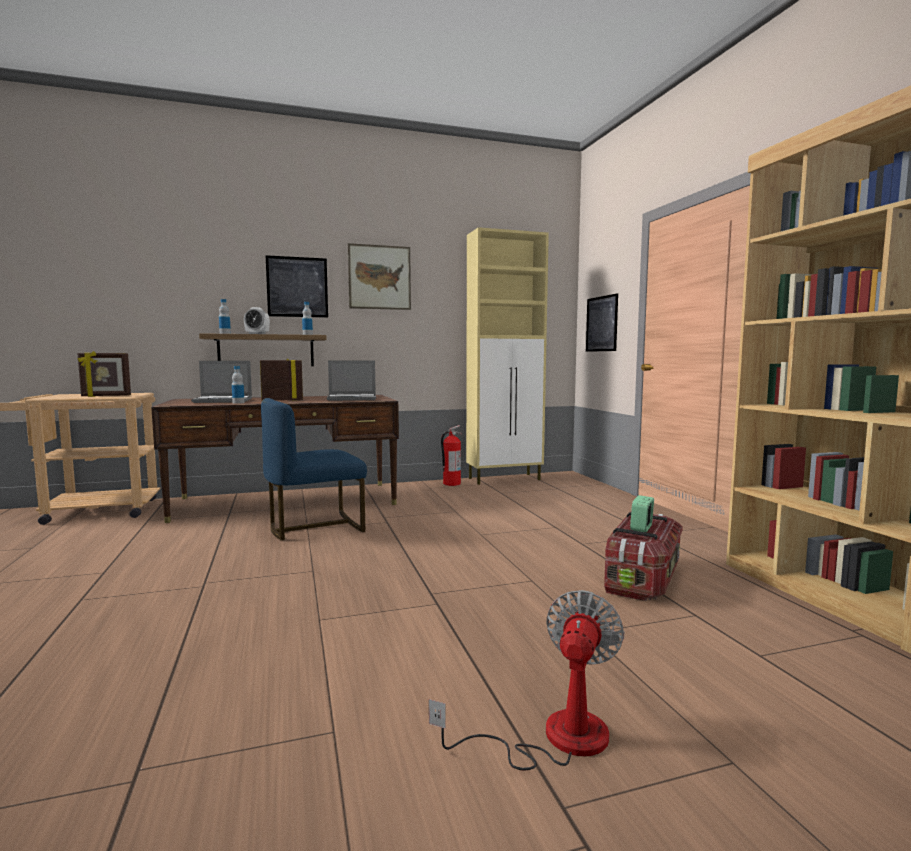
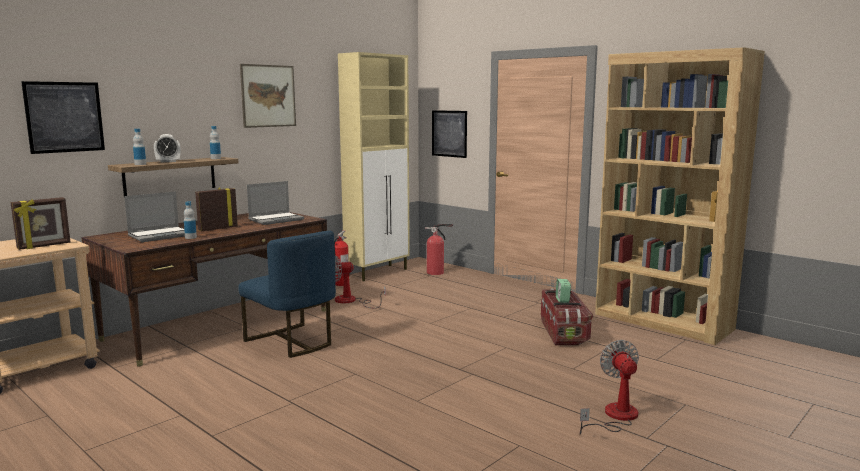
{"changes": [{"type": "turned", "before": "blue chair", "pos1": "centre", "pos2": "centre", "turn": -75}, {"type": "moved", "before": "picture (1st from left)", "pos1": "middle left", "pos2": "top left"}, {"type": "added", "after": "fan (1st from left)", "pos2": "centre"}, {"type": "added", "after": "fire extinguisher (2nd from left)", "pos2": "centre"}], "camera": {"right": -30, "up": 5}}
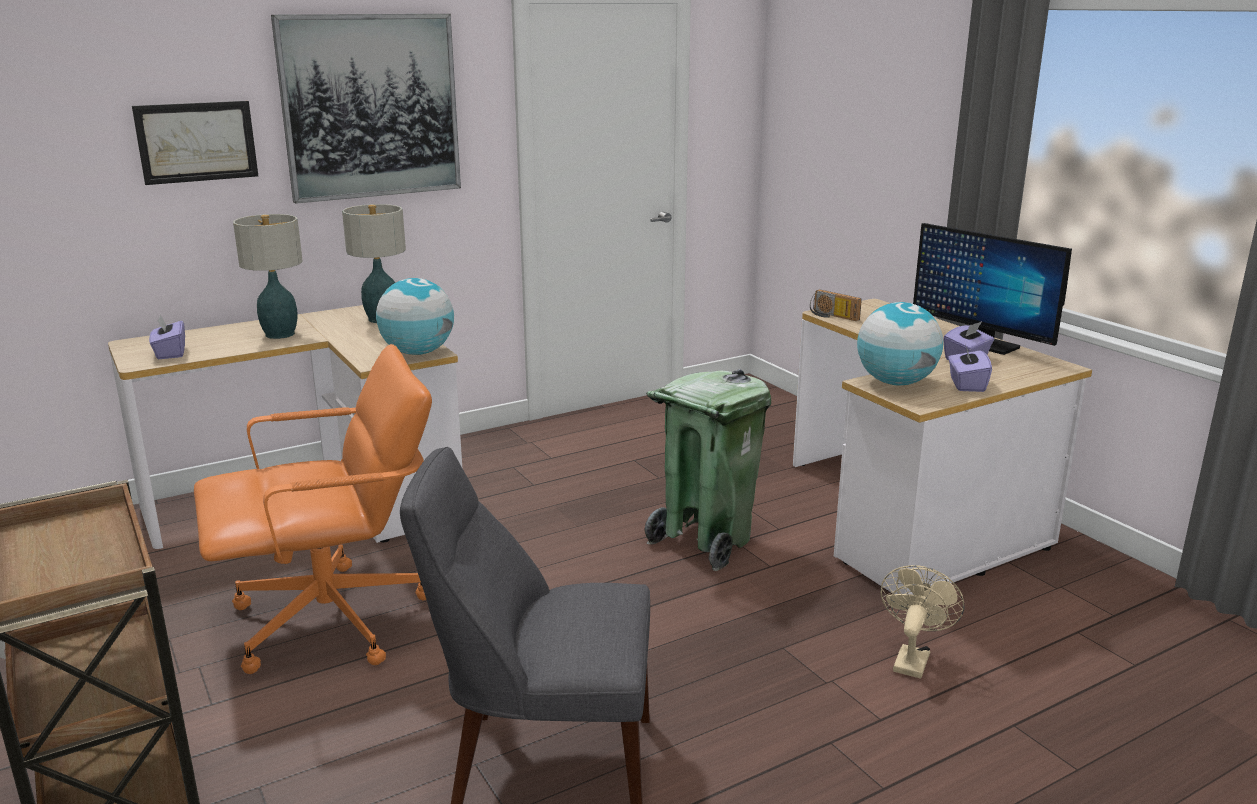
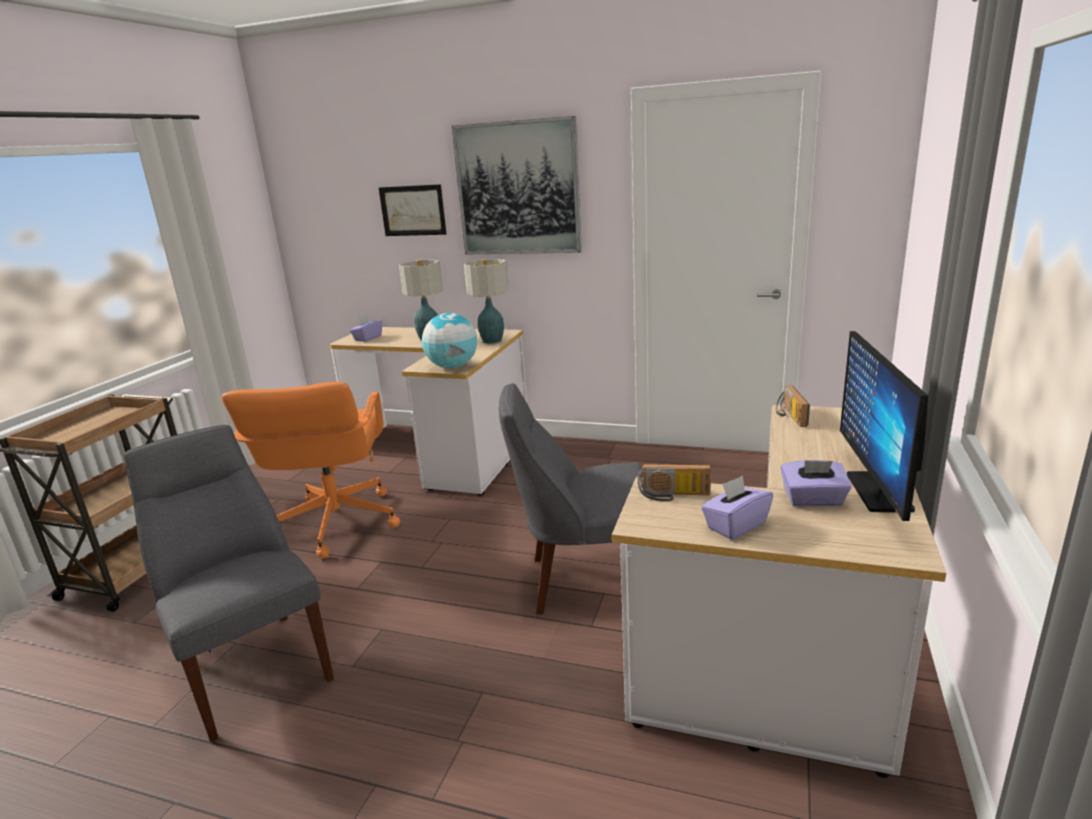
{"changes": [{"type": "turned", "before": "orange office chair", "pos1": "middle left", "pos2": "middle left", "turn": 60}, {"type": "replaced", "before": "green trash can", "after": "grey chair (2nd from left)", "pos1": "centre", "pos2": "centre"}, {"type": "replaced", "before": "globe (2nd from left)", "after": "radio (1st from left)", "pos1": "middle right", "pos2": "centre"}, {"type": "removed", "before": "beige fan", "pos1": "bottom right"}], "camera": {"right": 50, "up": 0}}
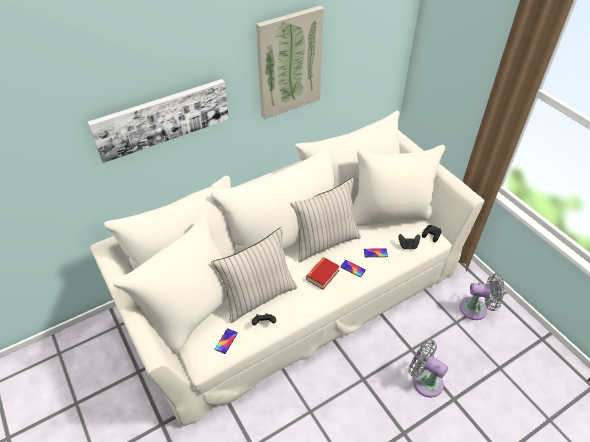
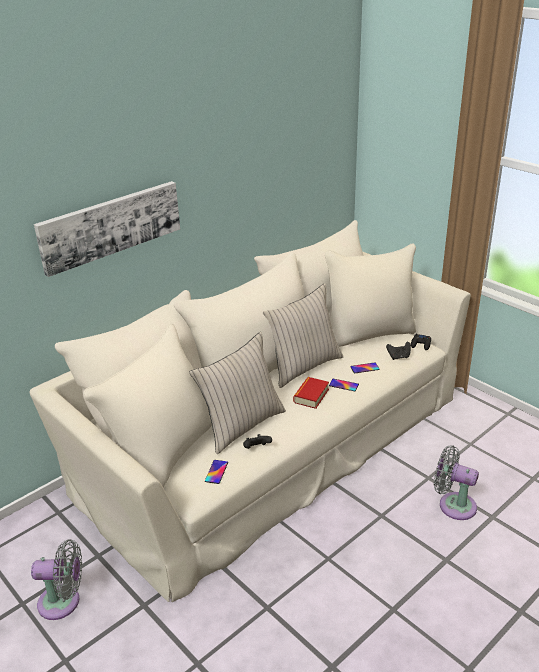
{"changes": [{"type": "removed", "before": "picture (2nd from left)", "pos1": "top centre"}, {"type": "moved", "before": "grey fan (2nd from left in the first image)", "after": "grey fan (1st from left)", "pos1": "bottom right", "pos2": "bottom left"}], "camera": {"right": -10, "up": -15}}
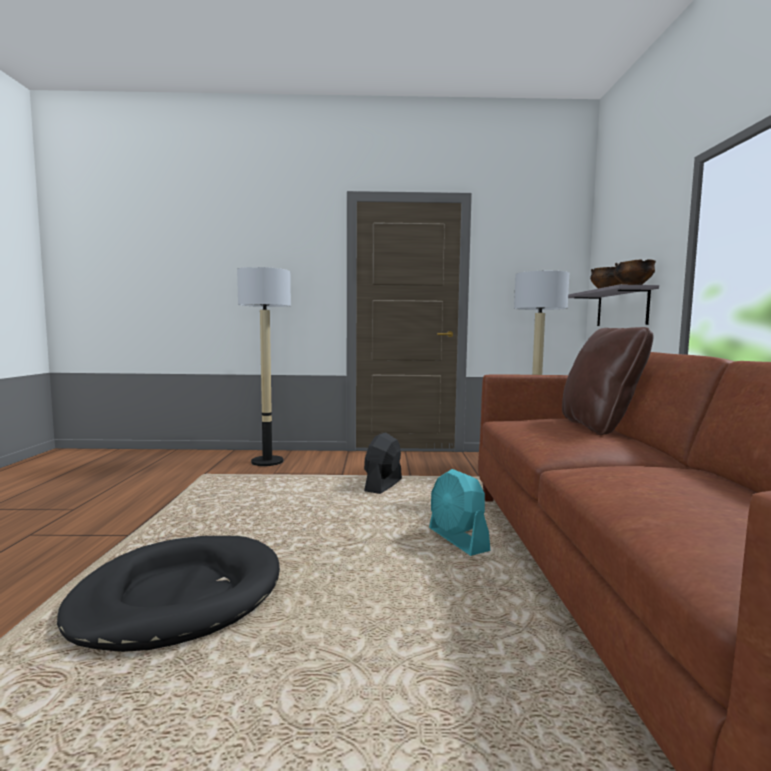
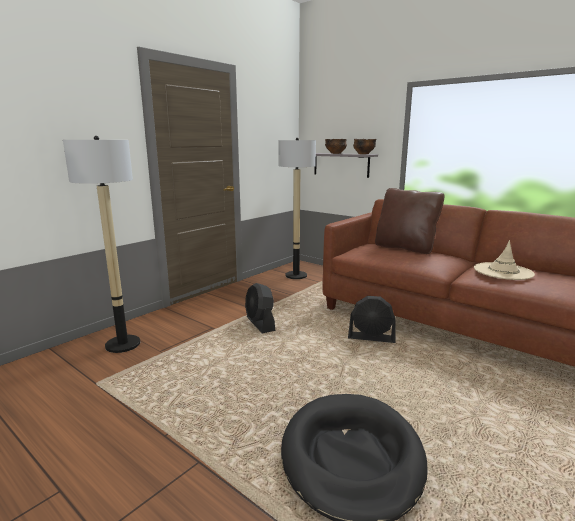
{"changes": [{"type": "recoloured", "before": "turquoise fan", "after": "black fan (2nd from left)", "pos1": "centre", "pos2": "centre"}, {"type": "added", "after": "beige hat", "pos2": "middle right"}], "camera": {"right": -50, "up": 10}}
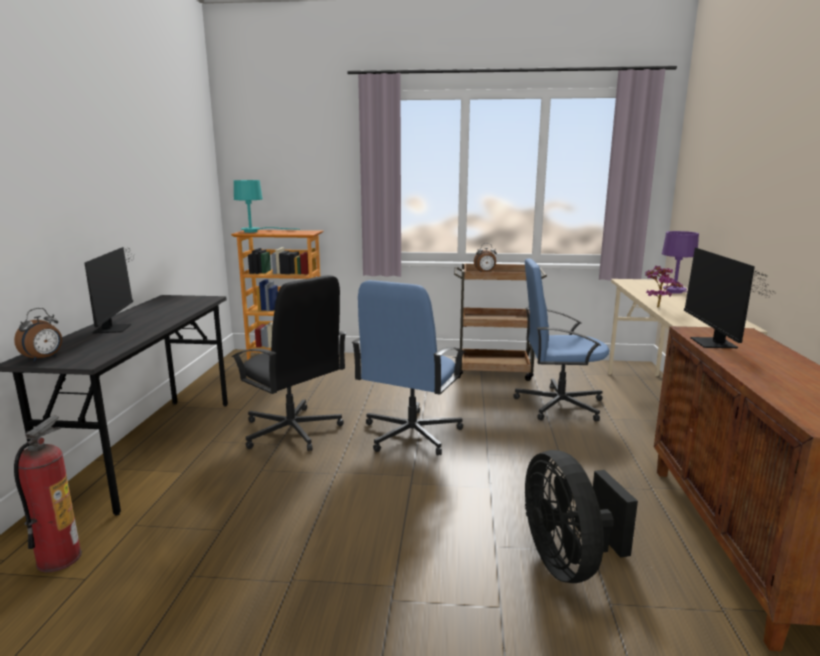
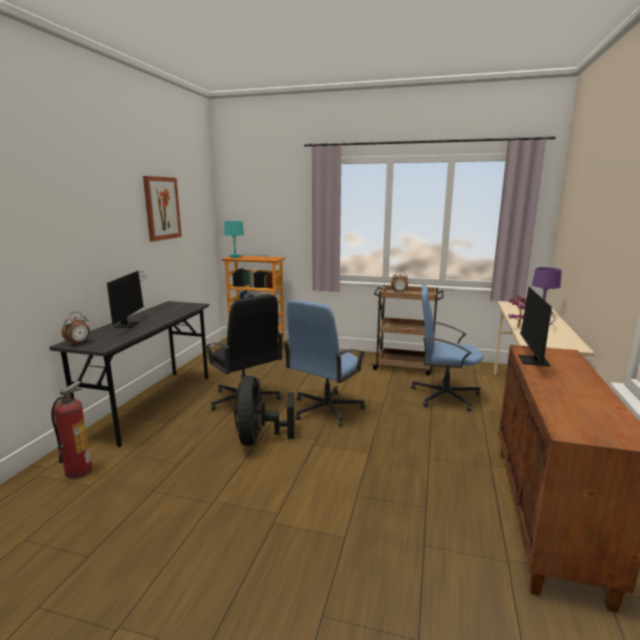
{"changes": [{"type": "moved", "before": "black fan", "pos1": "bottom right", "pos2": "centre"}, {"type": "added", "after": "picture", "pos2": "top left"}], "camera": {"right": 10, "up": 0}}
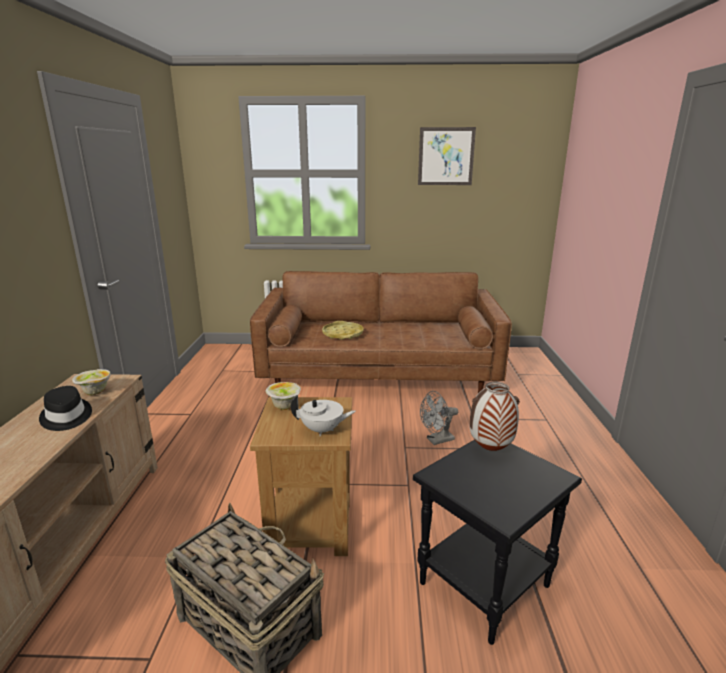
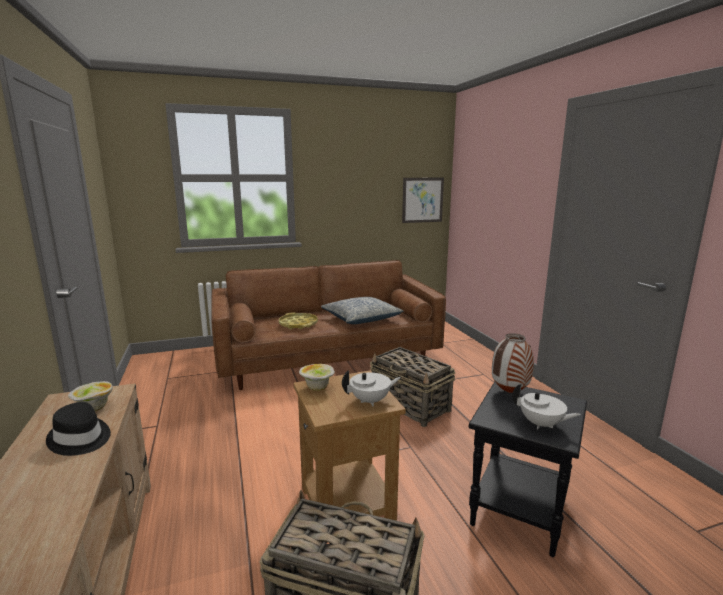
{"changes": [{"type": "moved", "before": "picture", "pos1": "top centre", "pos2": "centre"}, {"type": "replaced", "before": "grey fan", "after": "basket (2nd from left)", "pos1": "centre", "pos2": "centre"}, {"type": "added", "after": "pillow", "pos2": "centre"}, {"type": "added", "after": "white teapot (2nd from left)", "pos2": "bottom right"}], "camera": {"right": -20, "up": -5}}
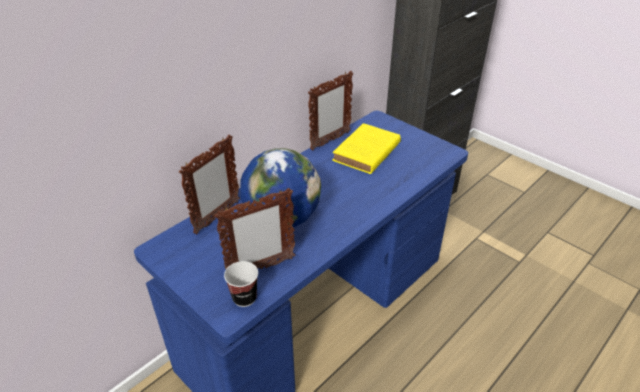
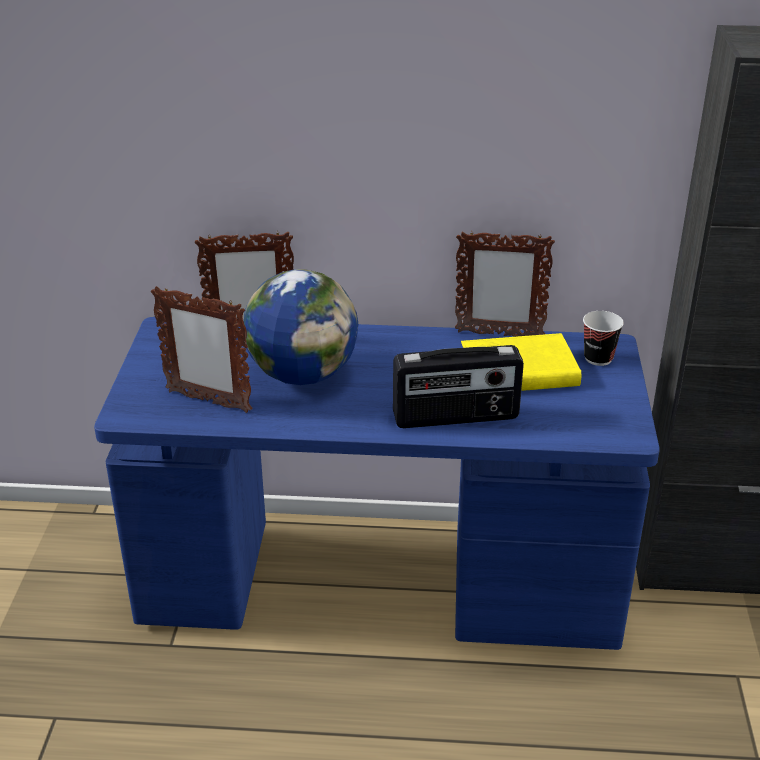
{"changes": [{"type": "moved", "before": "cup", "pos1": "bottom centre", "pos2": "middle right"}, {"type": "added", "after": "radio", "pos2": "centre"}], "camera": {"right": 50, "up": -5}}
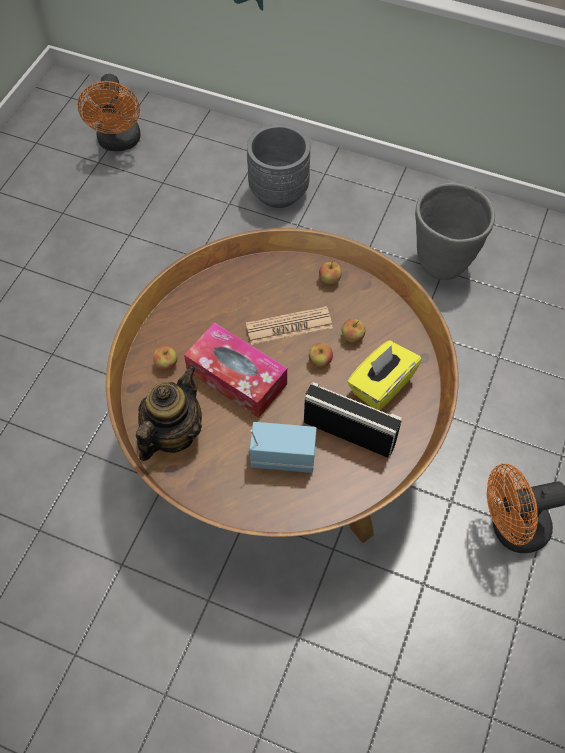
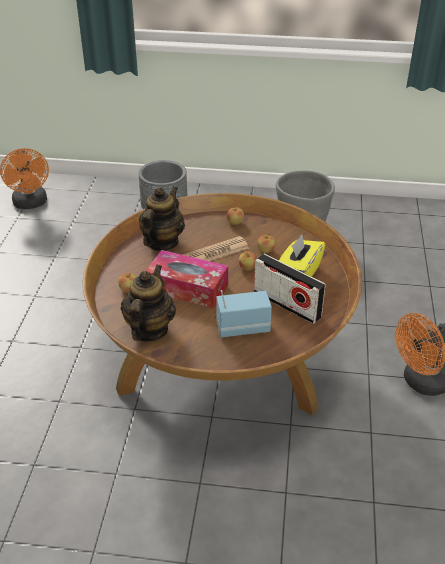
{"changes": [{"type": "turned", "before": "radio (2nd from left)", "pos1": "centre", "pos2": "centre", "turn": -150}, {"type": "added", "after": "teapot (2nd from left)", "pos2": "centre"}], "camera": {"right": -15, "up": -20}}
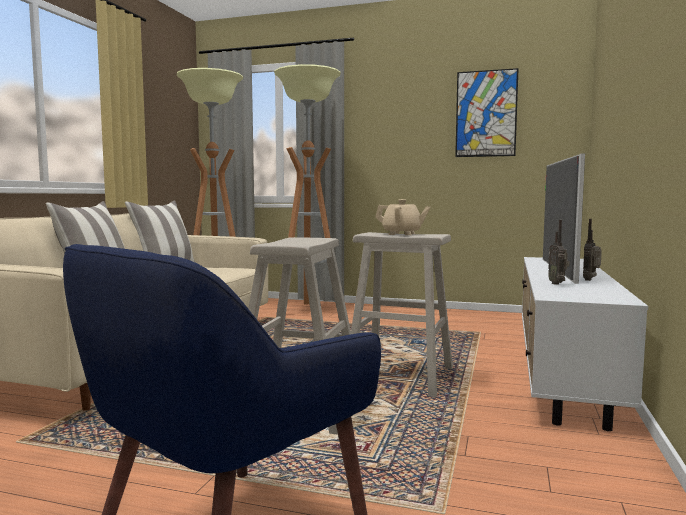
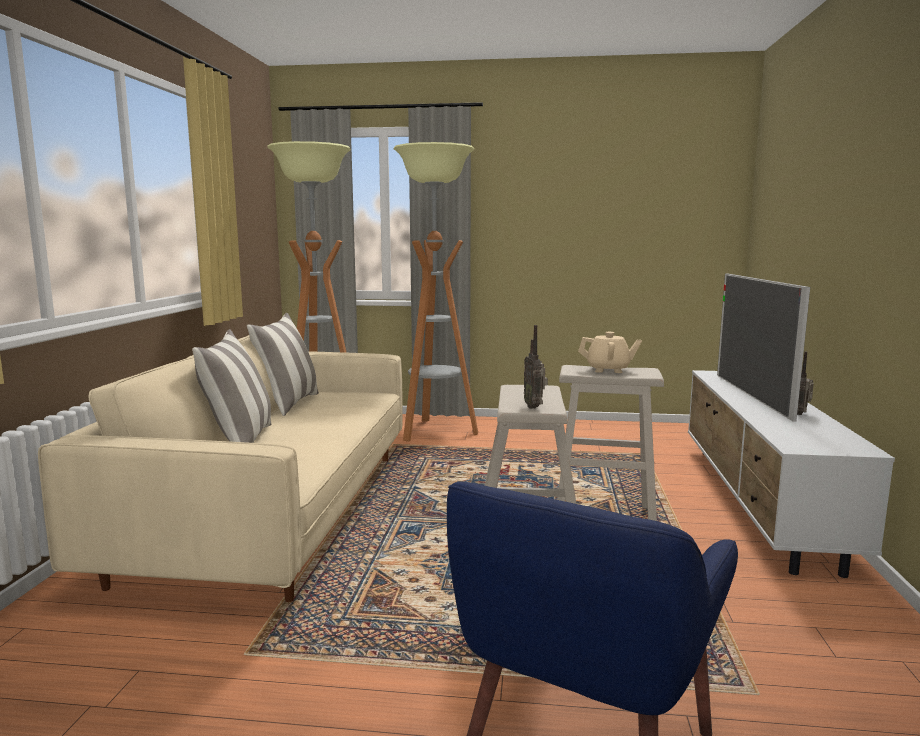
{"changes": [{"type": "removed", "before": "picture", "pos1": "top right"}, {"type": "moved", "before": "radio (1st from left)", "pos1": "middle right", "pos2": "centre"}], "camera": {"right": -10, "up": 5}}
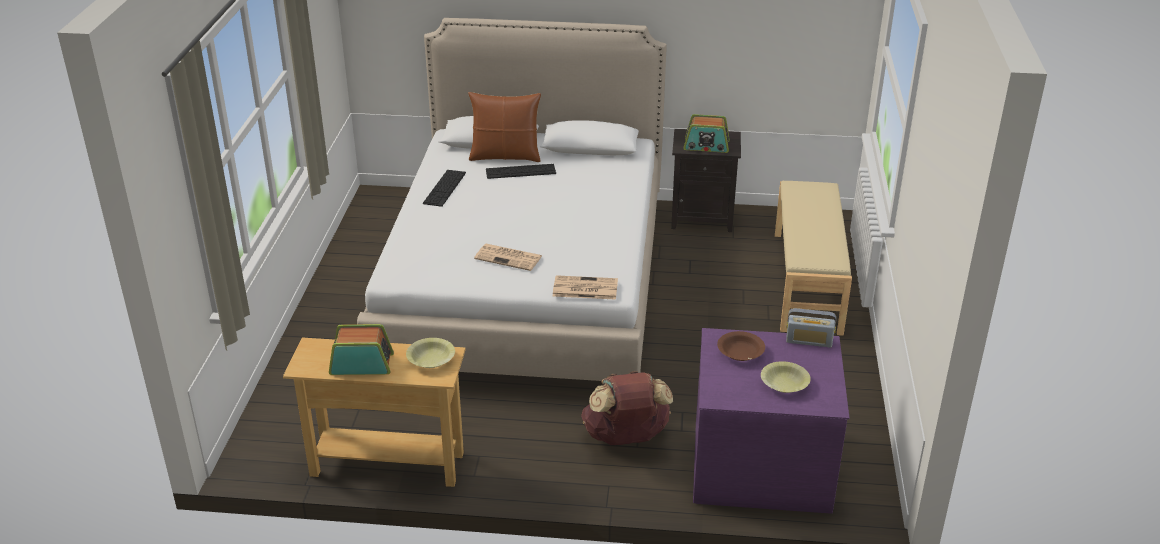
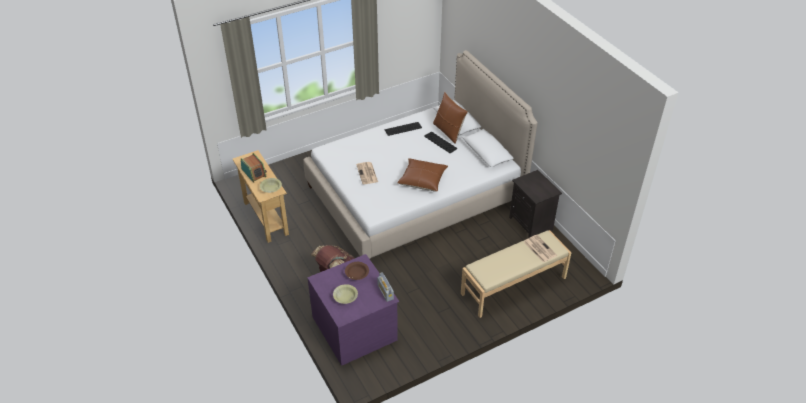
{"changes": [{"type": "moved", "before": "newspaper (2nd from left)", "pos1": "centre", "pos2": "middle right"}, {"type": "removed", "before": "radio (2nd from left)", "pos1": "top centre"}, {"type": "added", "after": "brown pillow (1st from left)", "pos2": "centre"}], "camera": {"right": 55, "up": 10}}
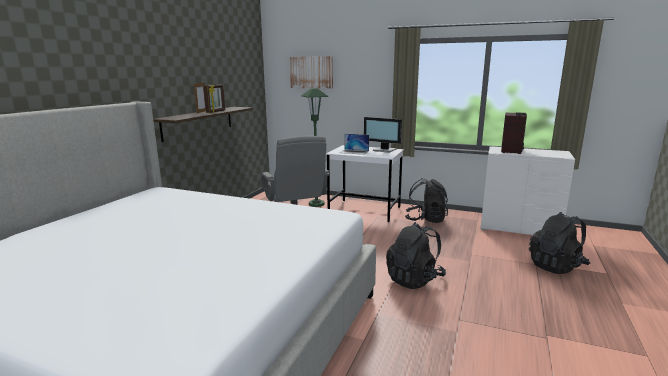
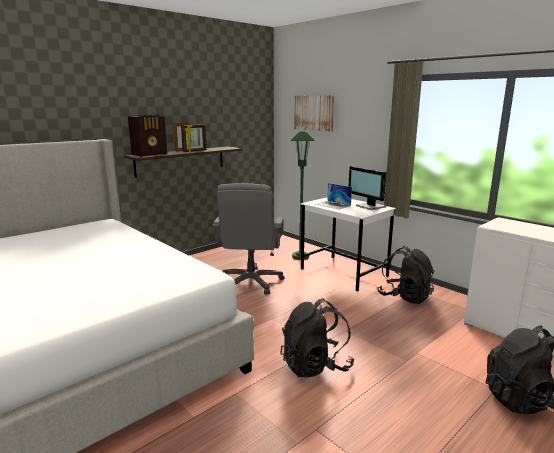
{"changes": [{"type": "moved", "before": "radio", "pos1": "middle right", "pos2": "top left"}], "camera": {"right": 25, "up": 0}}
